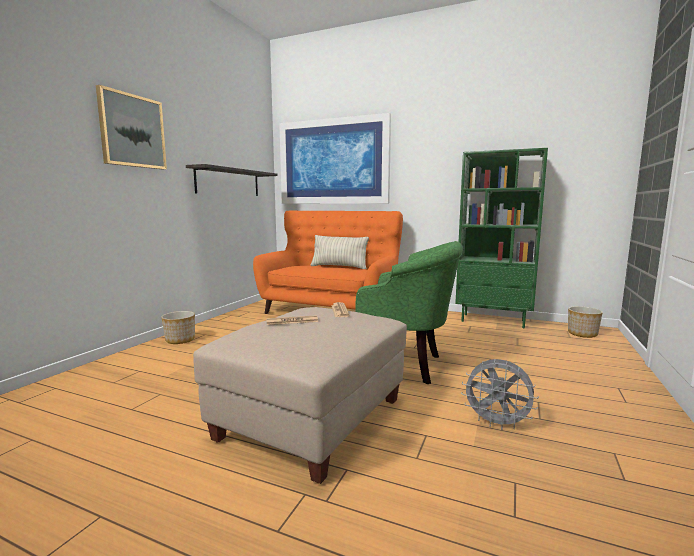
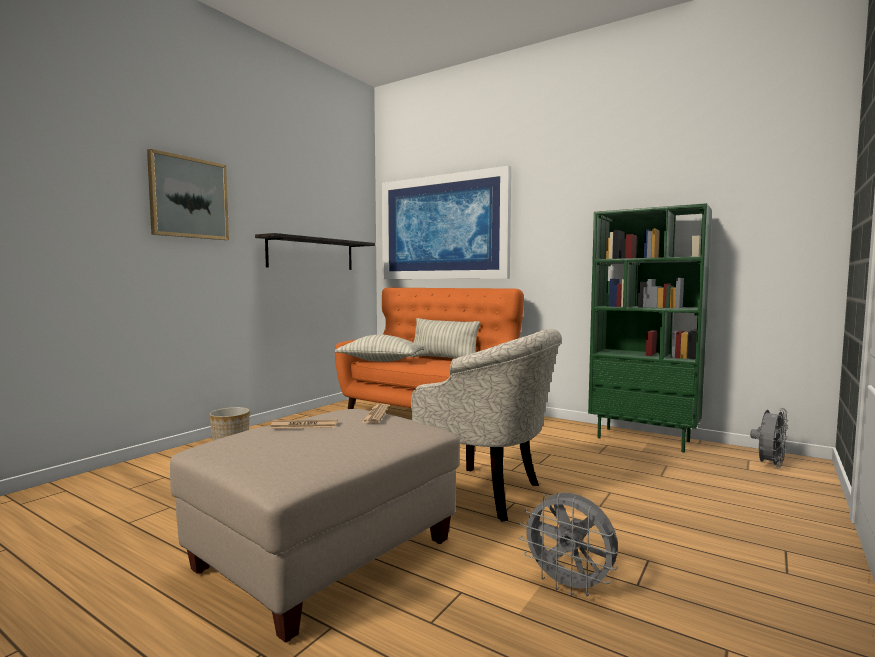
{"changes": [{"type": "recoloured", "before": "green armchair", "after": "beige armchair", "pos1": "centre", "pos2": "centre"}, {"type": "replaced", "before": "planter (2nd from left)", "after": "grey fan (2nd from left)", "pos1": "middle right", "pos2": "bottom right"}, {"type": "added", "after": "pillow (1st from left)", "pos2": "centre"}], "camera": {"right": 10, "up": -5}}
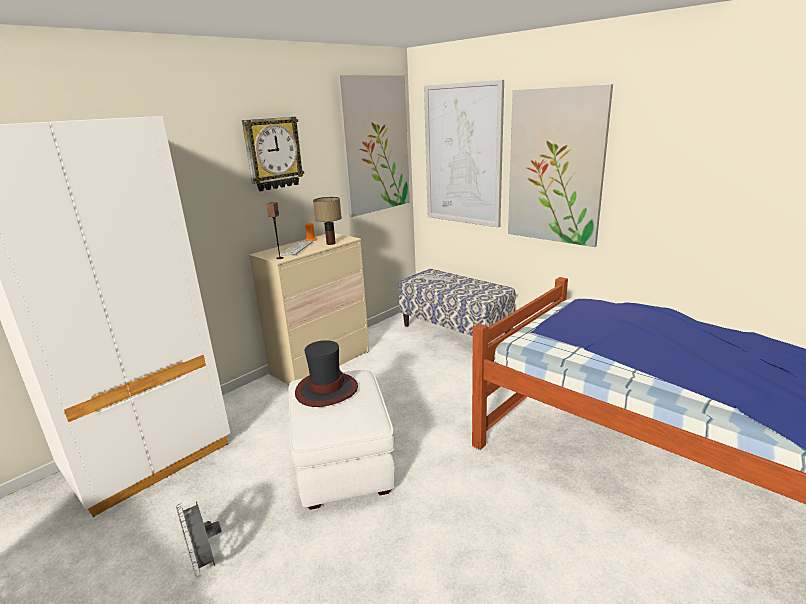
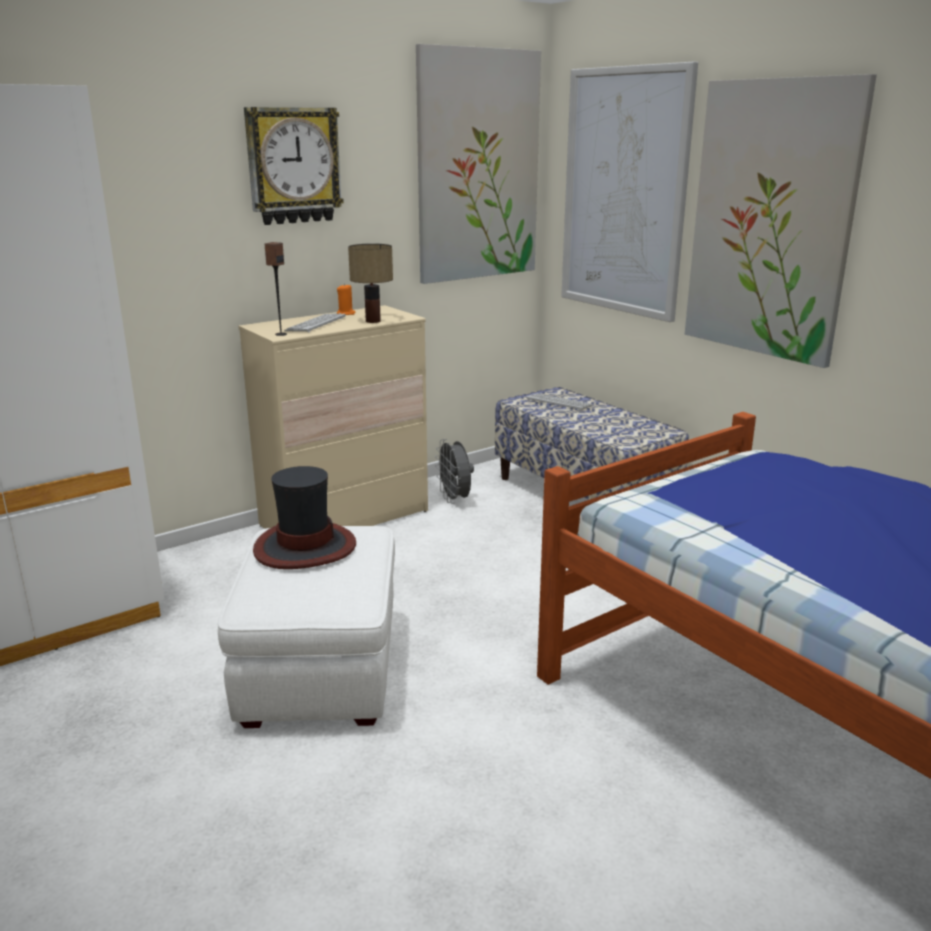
{"changes": [{"type": "moved", "before": "grey fan", "pos1": "bottom left", "pos2": "centre"}], "camera": {"right": 10, "up": 0}}
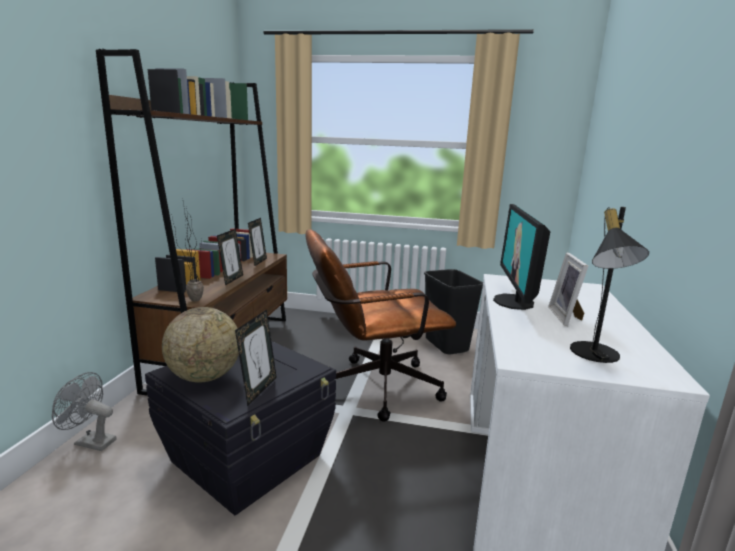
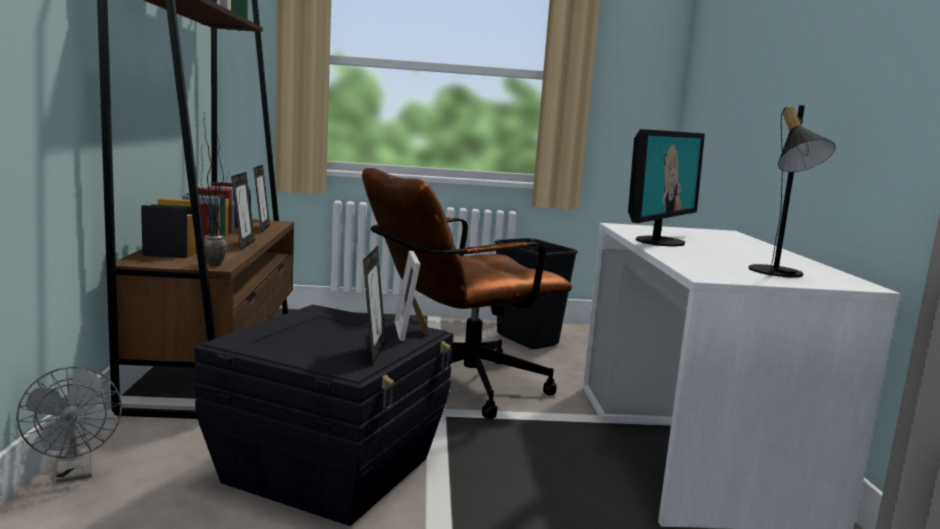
{"changes": [{"type": "turned", "before": "grey fan", "pos1": "bottom left", "pos2": "bottom left", "turn": -120}, {"type": "removed", "before": "globe", "pos1": "middle left"}, {"type": "turned", "before": "monitor", "pos1": "middle right", "pos2": "middle right", "turn": -135}, {"type": "moved", "before": "picture frame (4th from left)", "pos1": "middle right", "pos2": "centre"}], "camera": {"right": -15, "up": -5}}
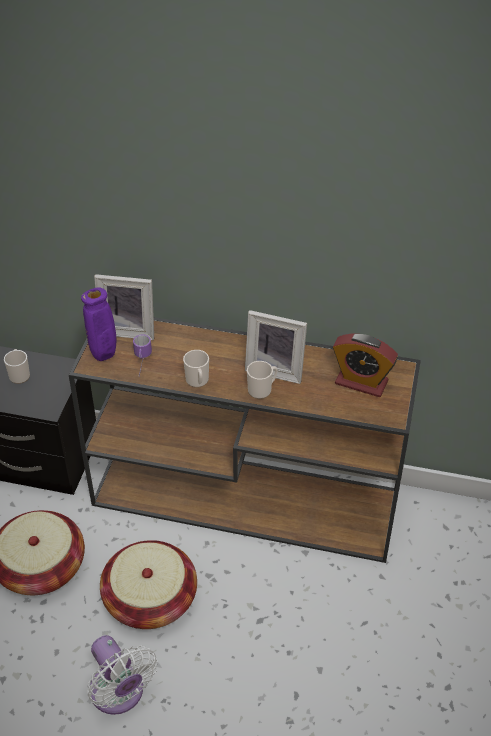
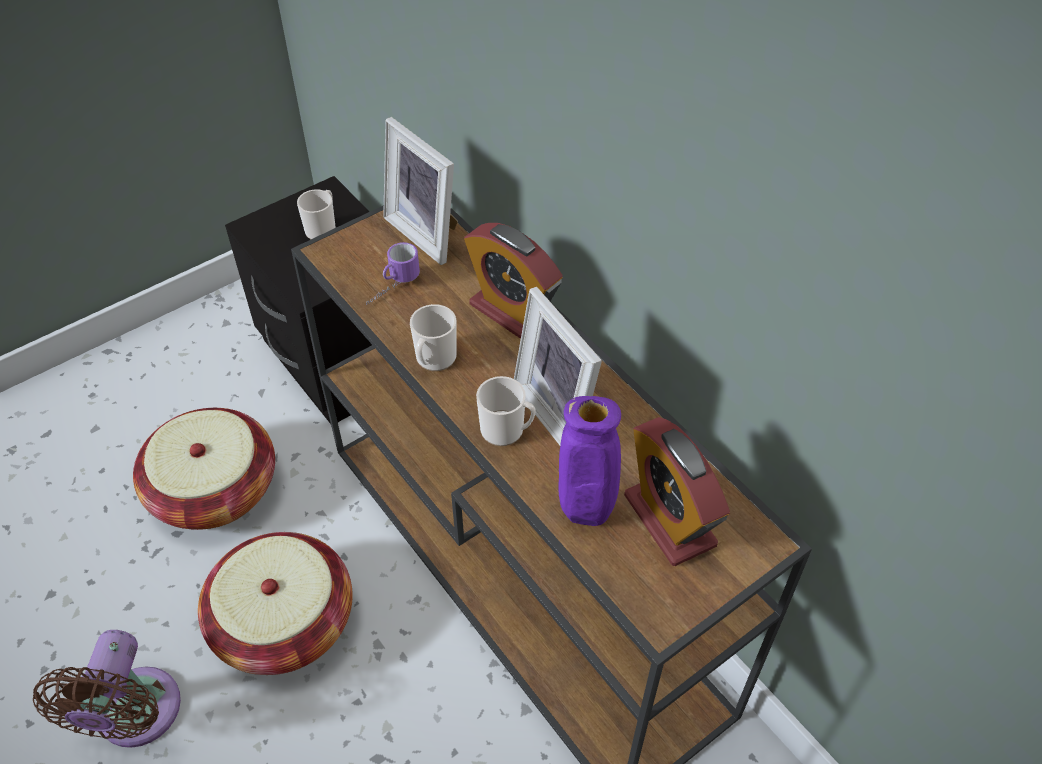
{"changes": [{"type": "moved", "before": "purple vase", "pos1": "middle left", "pos2": "centre"}, {"type": "recoloured", "before": "white fan", "after": "brown fan", "pos1": "bottom left", "pos2": "bottom left"}, {"type": "added", "after": "alarm clock (1st from left)", "pos2": "centre"}], "camera": {"right": 40, "up": 5}}
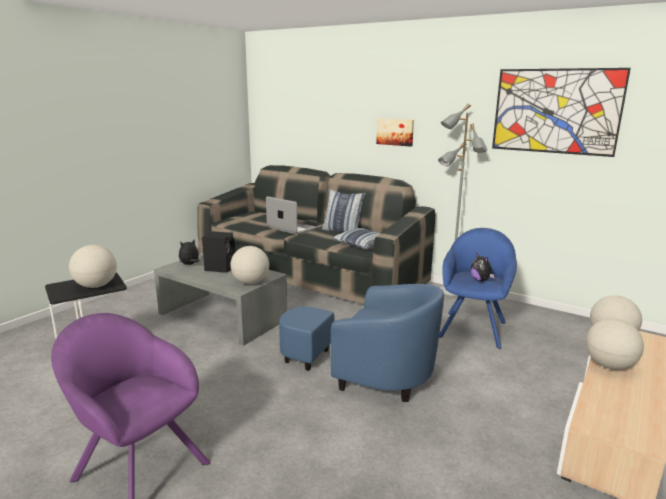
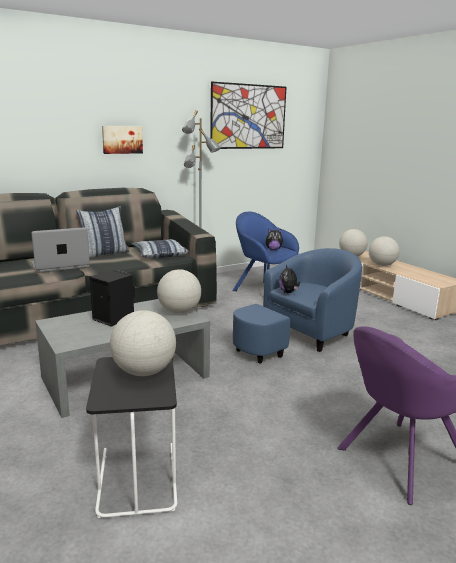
{"changes": [{"type": "moved", "before": "plush toy (1st from left in the first image)", "after": "plush toy (2nd from left)", "pos1": "middle left", "pos2": "centre"}], "camera": {"right": -65, "up": 0}}
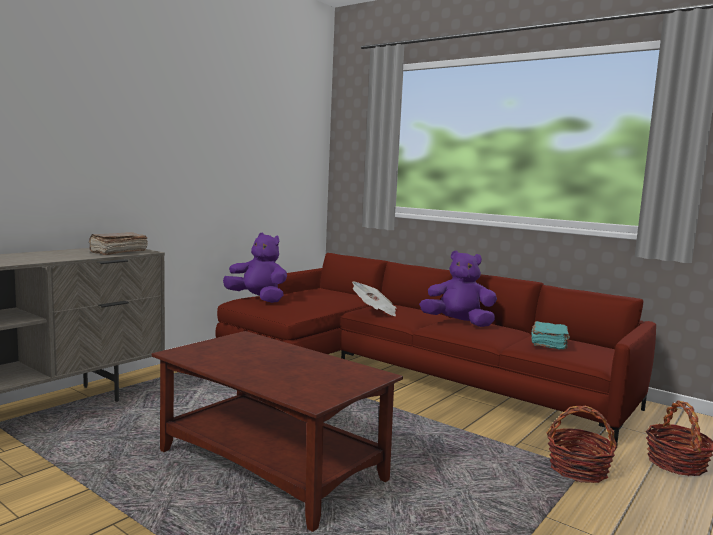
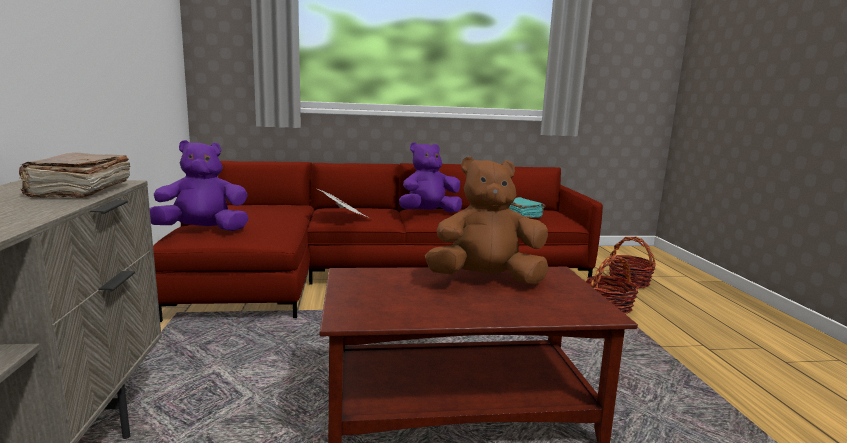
{"changes": [{"type": "added", "after": "brown plush toy", "pos2": "centre"}], "camera": {"right": -45, "up": 5}}
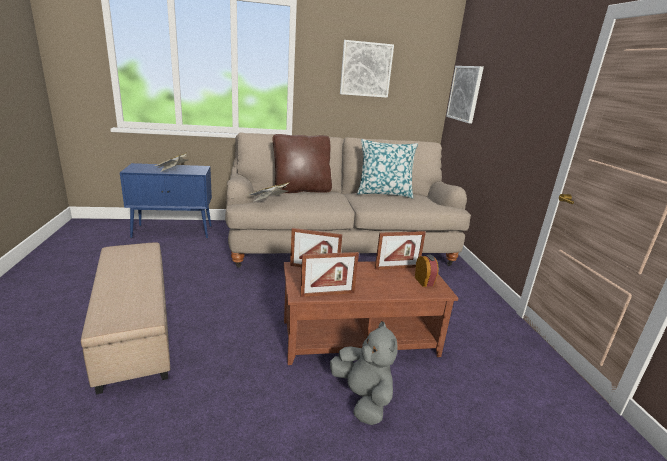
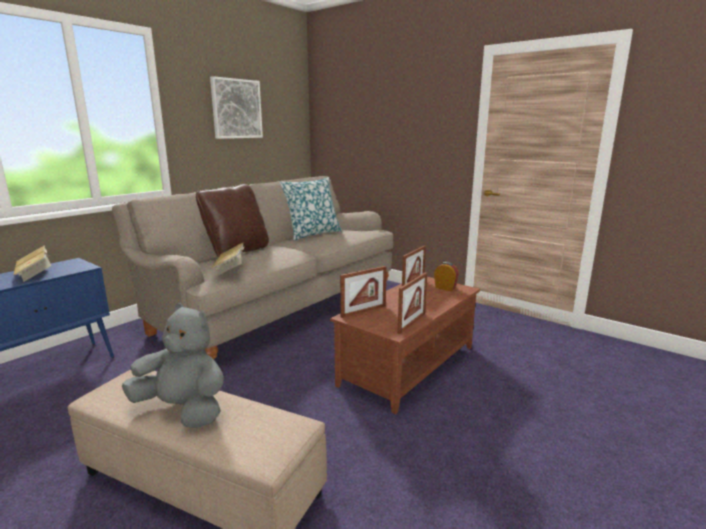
{"changes": [{"type": "moved", "before": "grey plush toy", "pos1": "bottom centre", "pos2": "bottom left"}, {"type": "removed", "before": "picture (2nd from left)", "pos1": "top right"}], "camera": {"right": -40, "up": -5}}
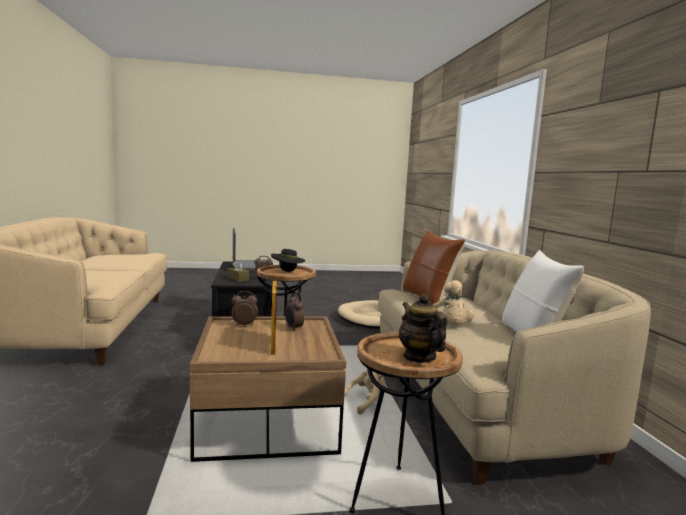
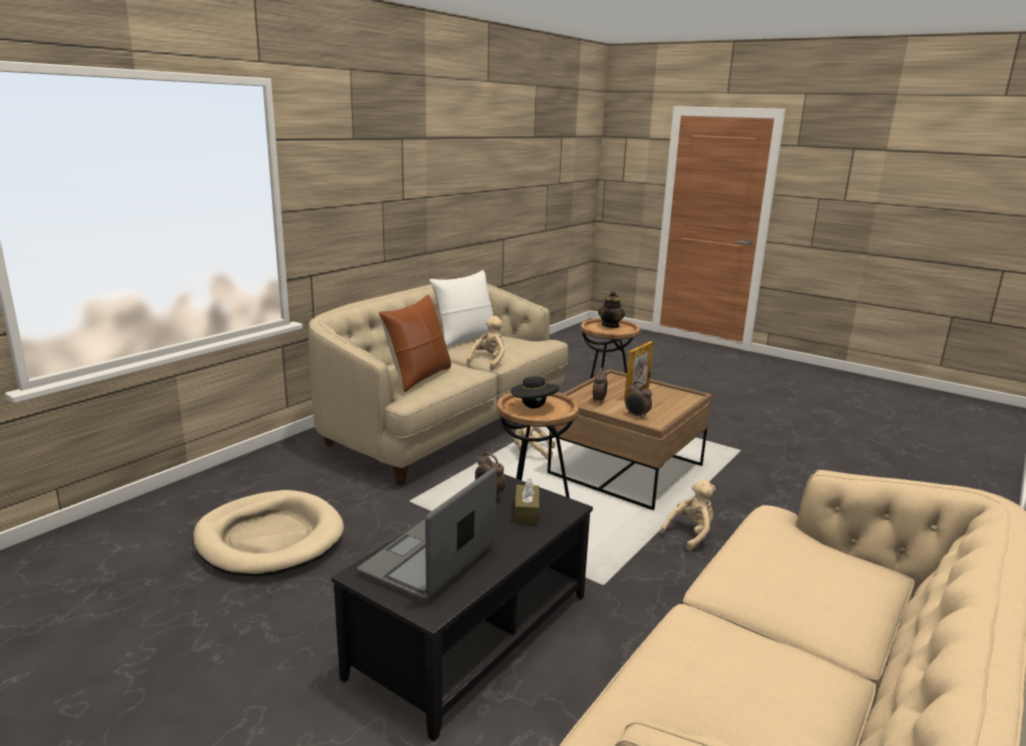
{"changes": [{"type": "added", "after": "beige plush toy (3rd from left)", "pos2": "bottom right"}], "camera": {"right": -135, "up": 10}}
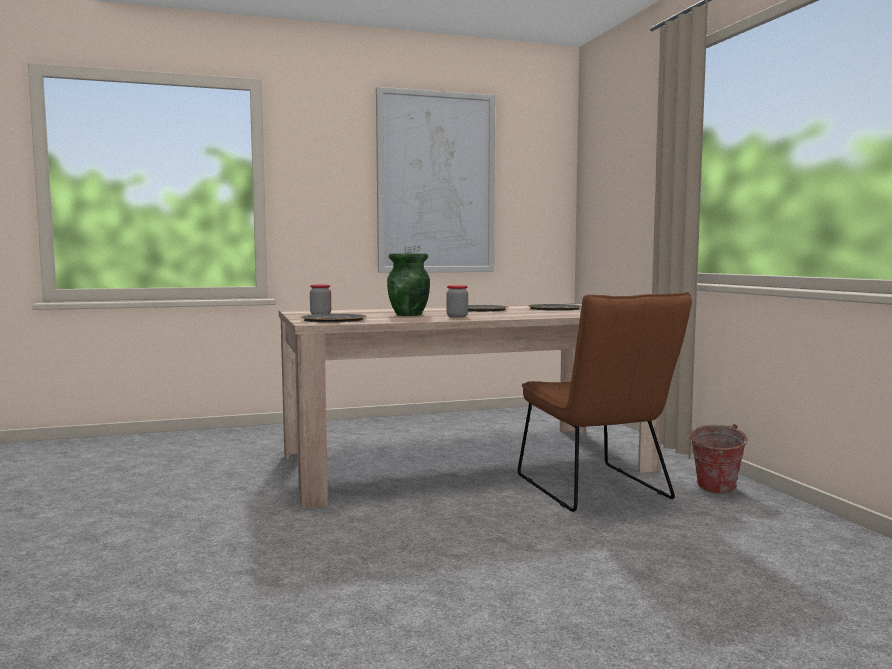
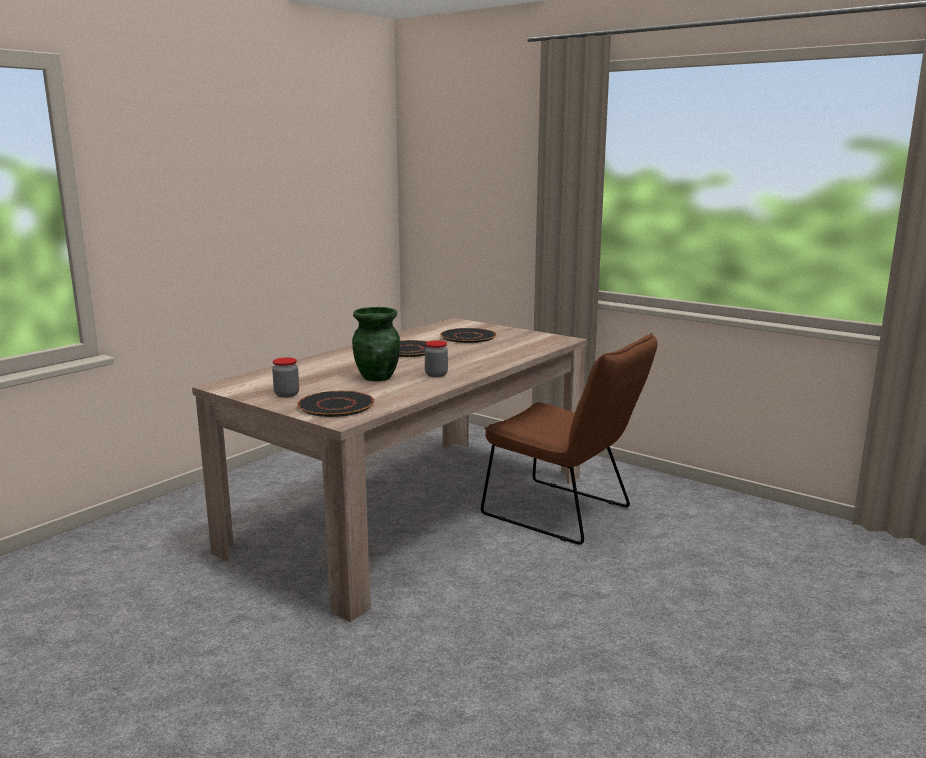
{"changes": [{"type": "removed", "before": "picture", "pos1": "top centre"}, {"type": "removed", "before": "bucket", "pos1": "bottom right"}], "camera": {"right": -35, "up": 10}}
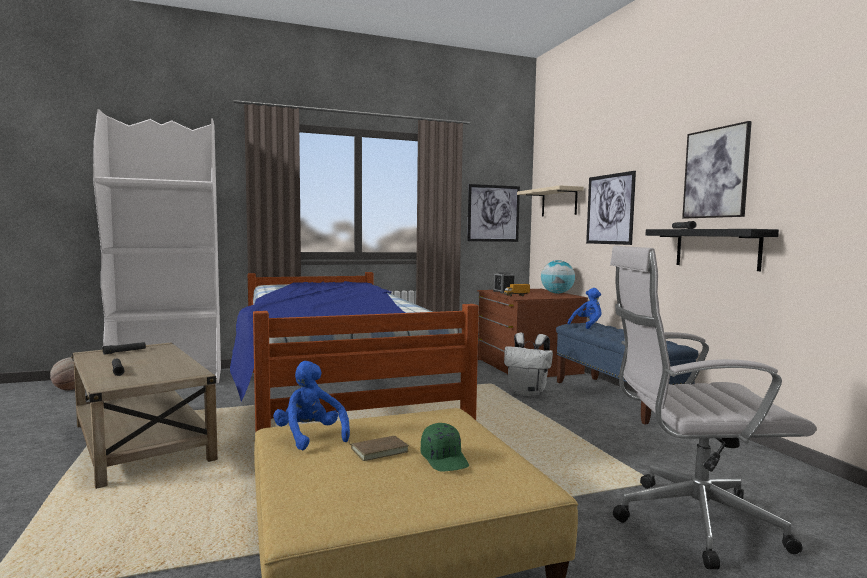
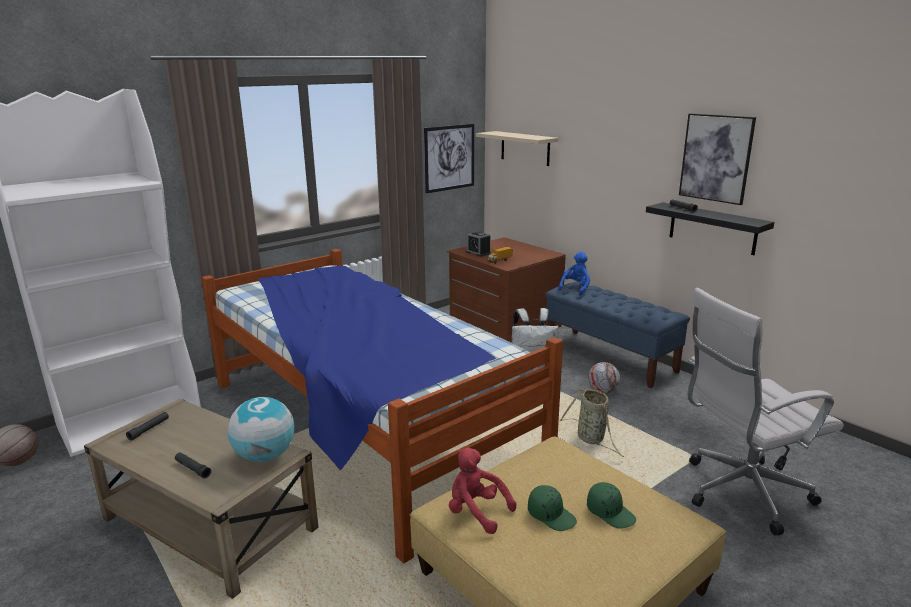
{"changes": [{"type": "recoloured", "before": "blue plush toy (1st from left)", "after": "red plush toy", "pos1": "bottom centre", "pos2": "bottom centre"}, {"type": "replaced", "before": "brown book", "after": "green cap (1st from left)", "pos1": "bottom centre", "pos2": "bottom centre"}, {"type": "moved", "before": "globe", "pos1": "centre", "pos2": "bottom left"}, {"type": "removed", "before": "picture (2nd from left)", "pos1": "middle right"}, {"type": "added", "after": "basket", "pos2": "bottom centre"}, {"type": "added", "after": "football", "pos2": "centre"}], "camera": {"right": -20, "up": 15}}
